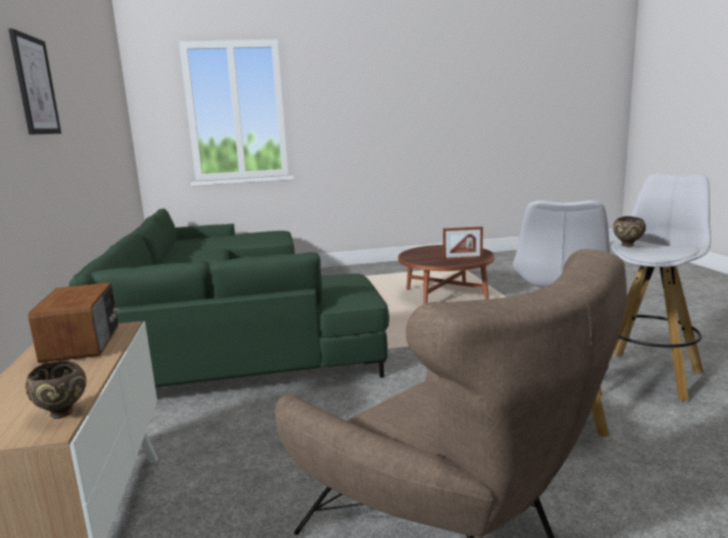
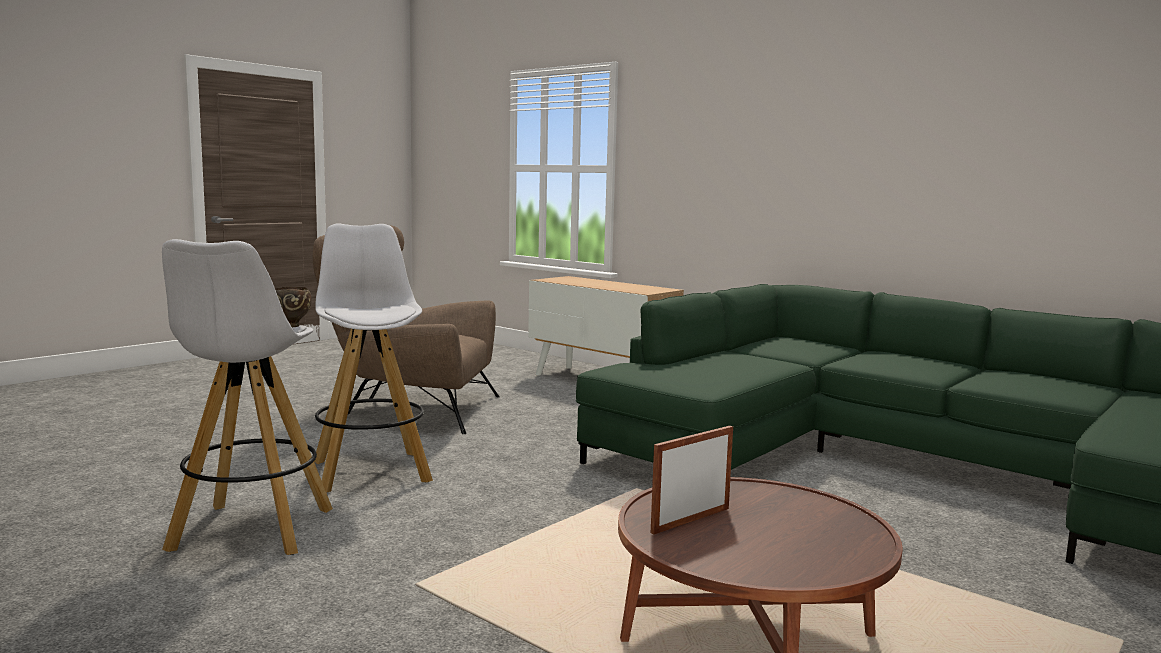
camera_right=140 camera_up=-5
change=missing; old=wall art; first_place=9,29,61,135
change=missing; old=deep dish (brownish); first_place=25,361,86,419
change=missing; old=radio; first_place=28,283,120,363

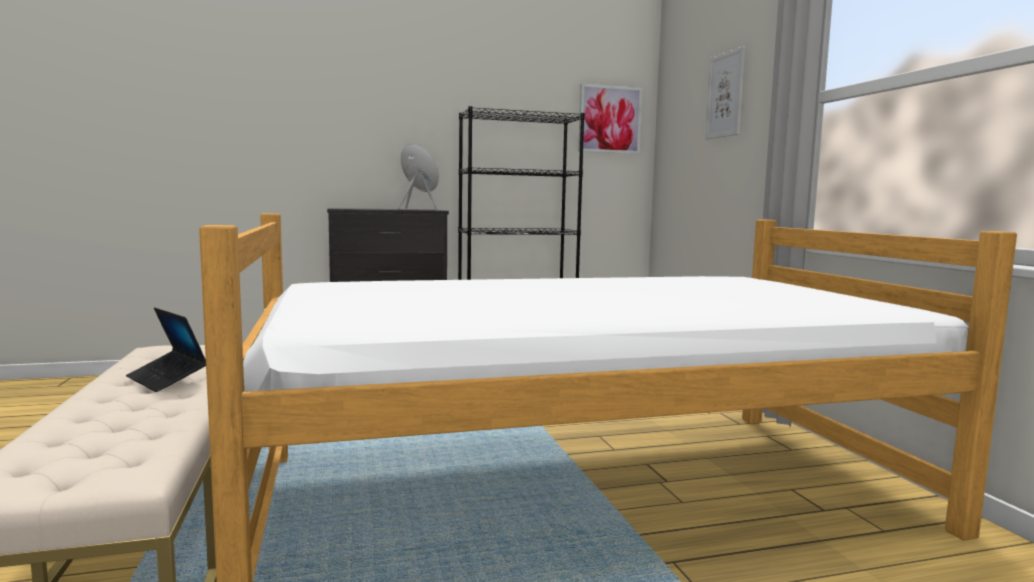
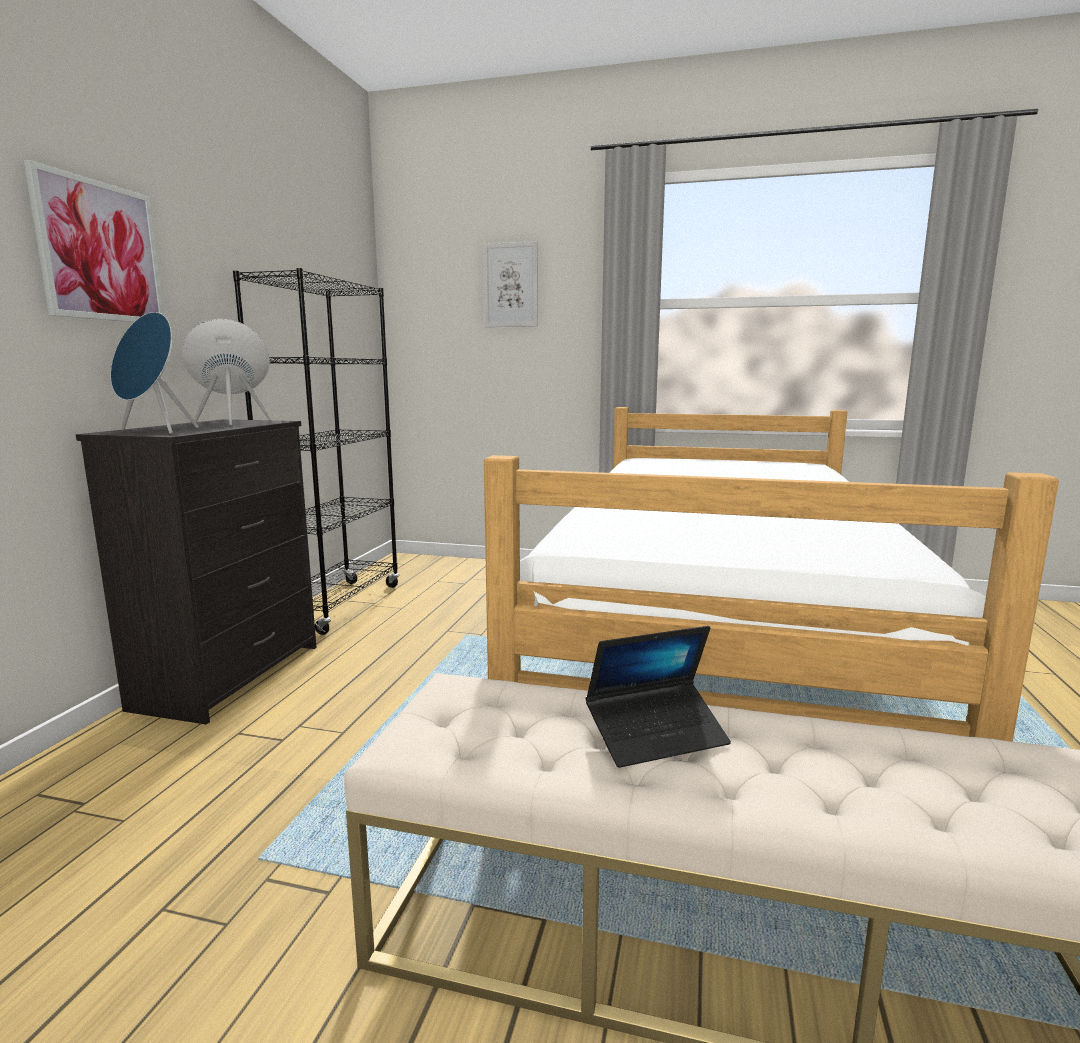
camera_right=-60 camera_up=5
change=relocated; old=wall art; first_place=578,84,643,154; second_place=24,160,164,322
change=appeared; new=audio speaker (blue-coloured); second_place=111,312,199,434

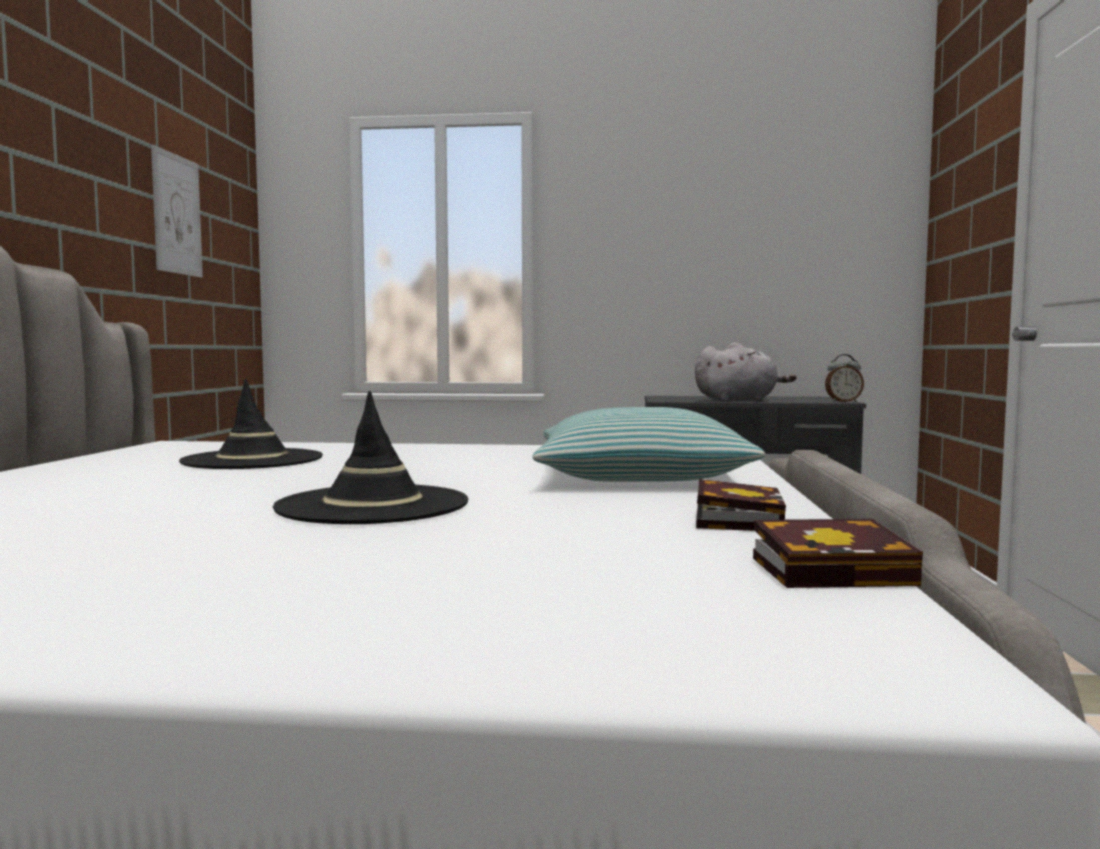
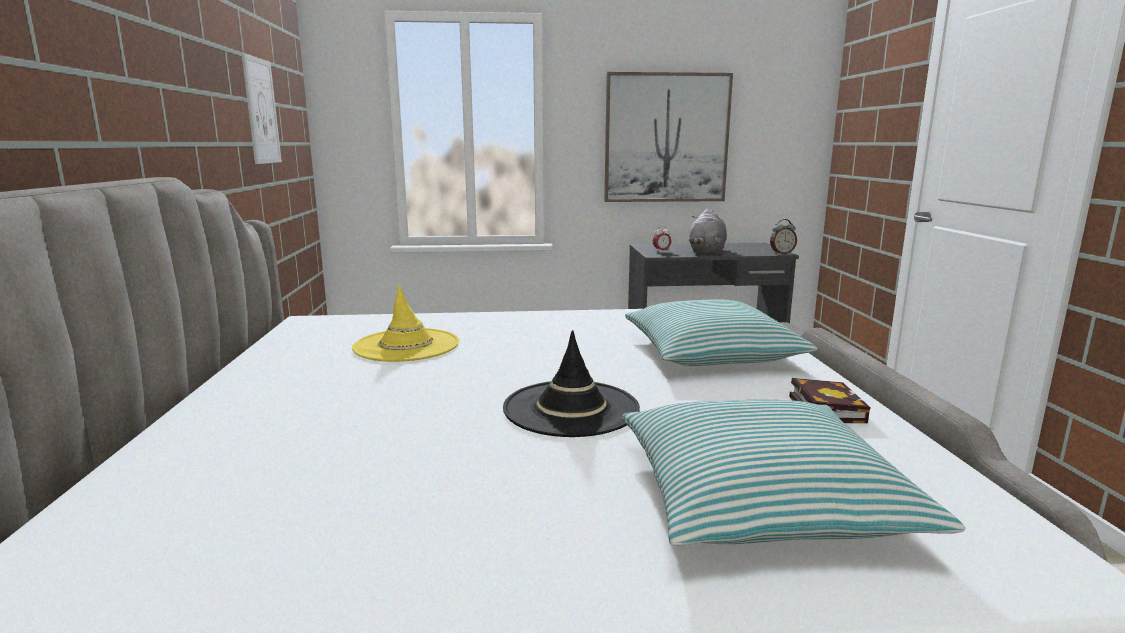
camera_right=-10 camera_up=10
change=colour; old=clothing hat (blackish); new=clothing hat (yellowish); first_place=179,379,323,469; second_place=352,284,459,362
change=appeared; new=wall art; second_place=604,72,733,202
change=appeared; new=throw pillow; second_place=622,400,965,546
change=appeared; new=table clock; second_place=653,226,671,252
change=spun; old=plush toy (greyish); first_place=695,342,797,401; second_place=689,209,727,254; degrees=135
change=missing; old=book; first_place=753,519,923,588

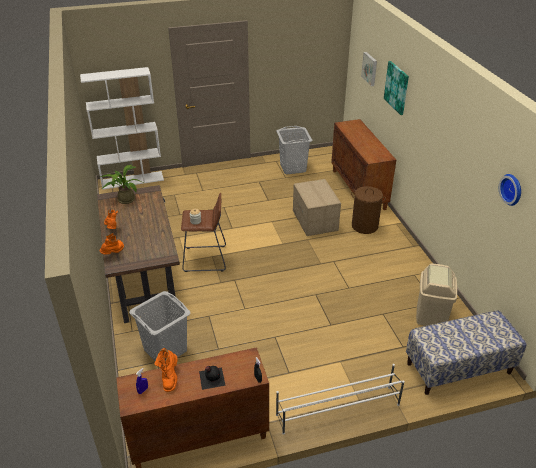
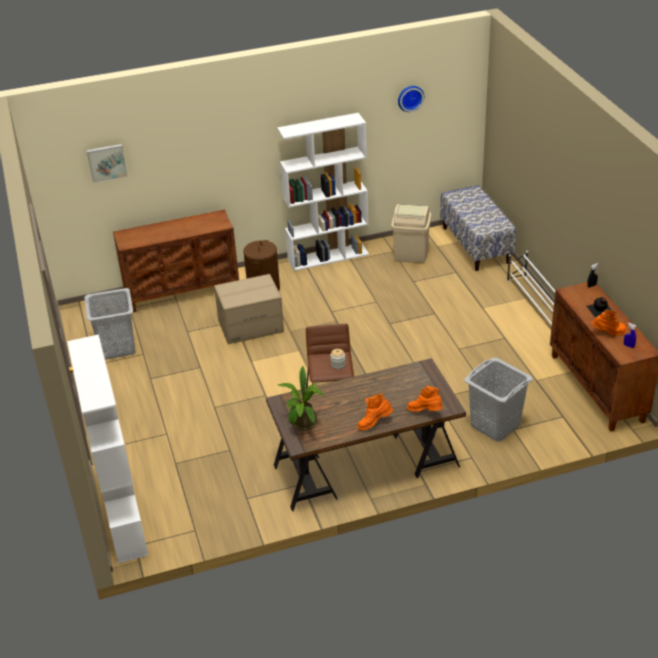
camera_right=-90 camera_up=0
change=appeared; new=shelving unit (white-coloured); second_place=277,113,369,271
change=missing; old=wall art; first_place=384,61,409,115

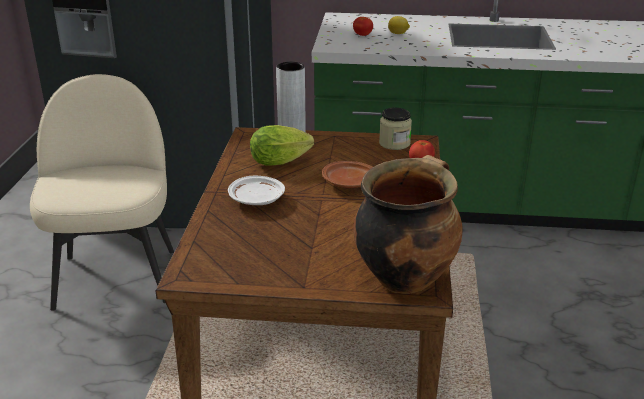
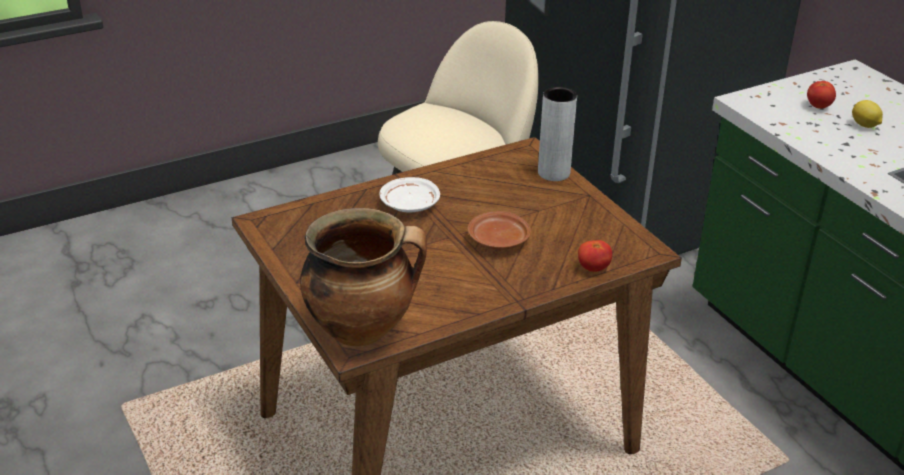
camera_right=55 camera_up=5
change=missing; old=head of lettuce; first_place=250,125,314,166
change=missing; old=storage jar; first_place=379,108,412,150

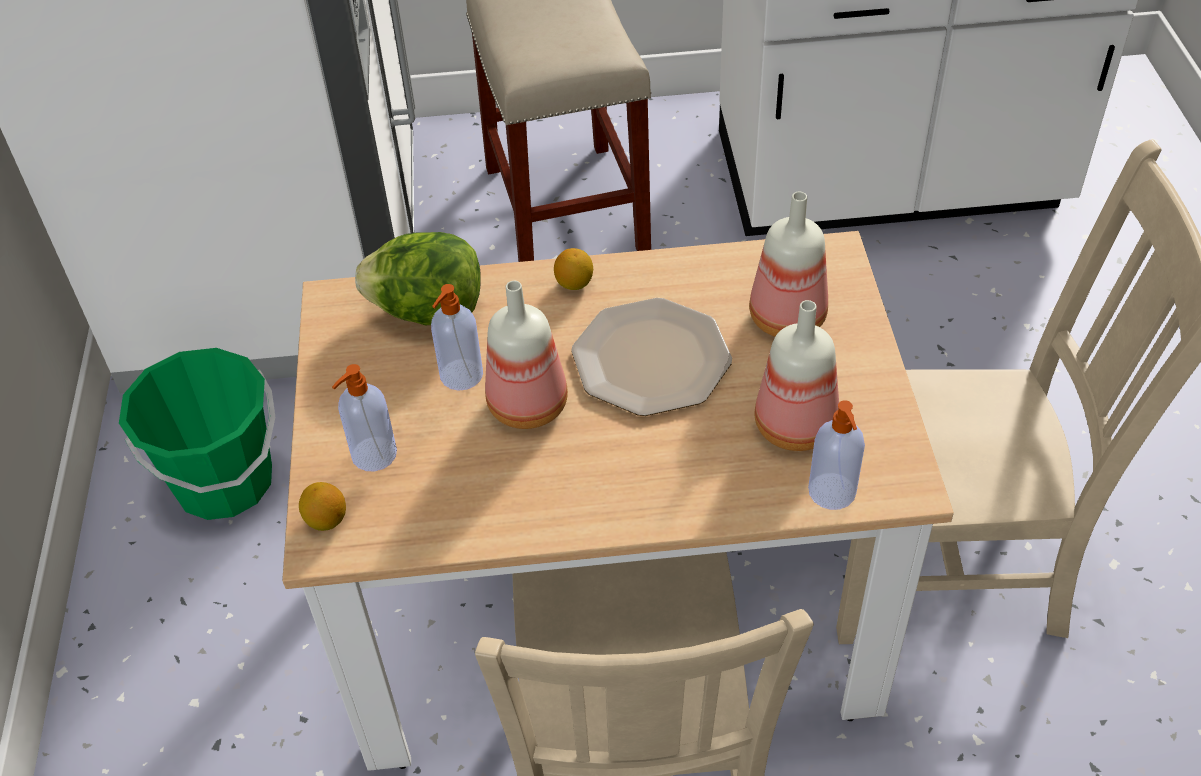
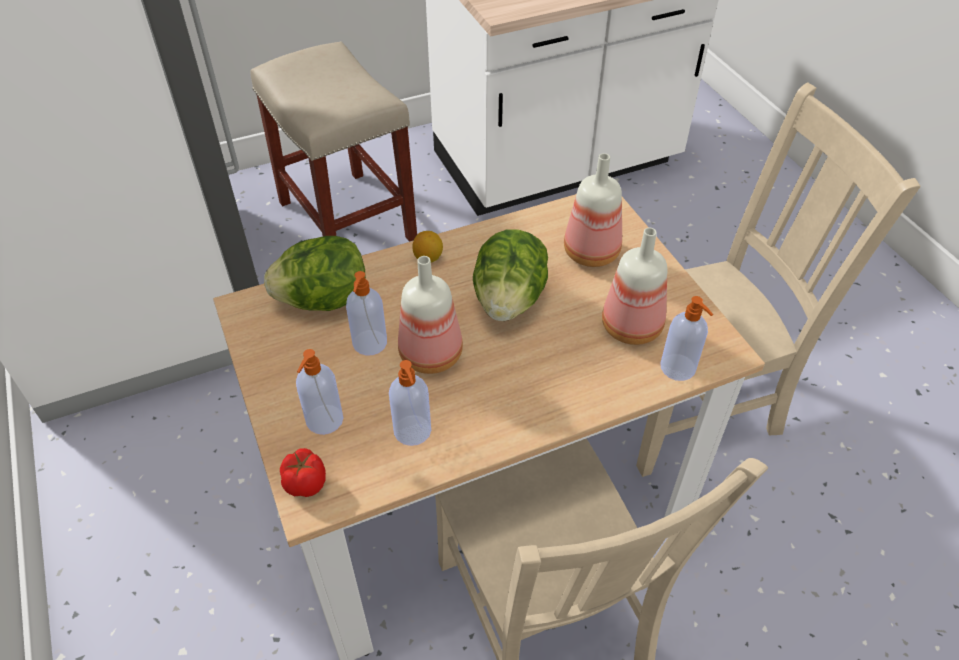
camera_right=-20 camera_up=0
change=exchanged; old=whole lemon; new=fresh tomato; first_place=299,482,346,531; second_place=280,448,326,497
change=appeared; new=liquid soap bottle; second_place=389,360,431,446
change=exchanged; old=plate; new=head of lettuce; first_place=571,298,732,416; second_place=473,230,548,321
change=missing; old=water bucket (green-coloured); first_place=119,348,275,520

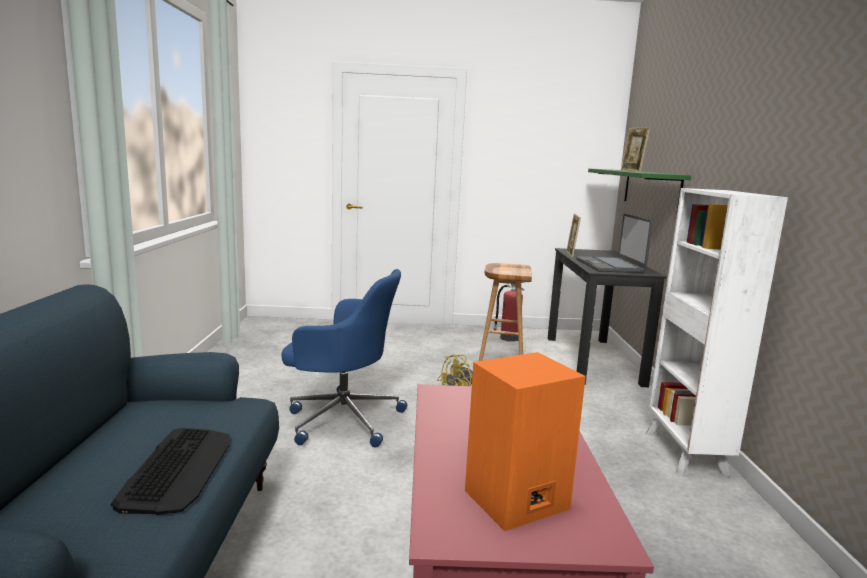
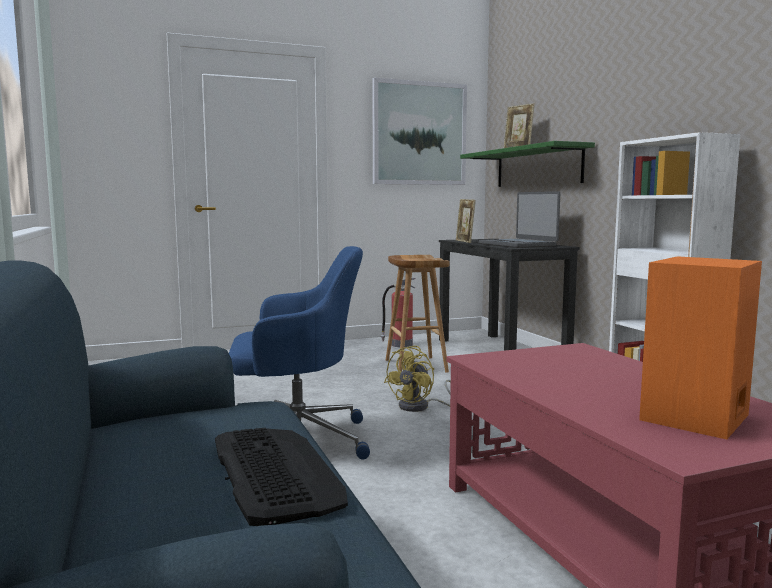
camera_right=-20 camera_up=-5
change=appeared; new=wall art; second_place=372,78,467,185

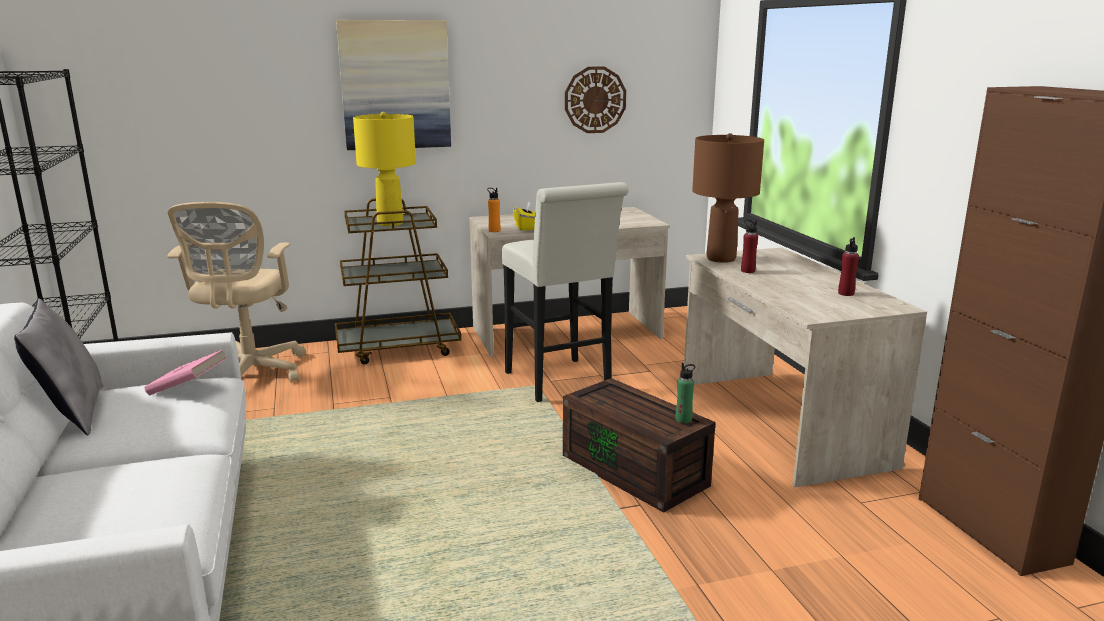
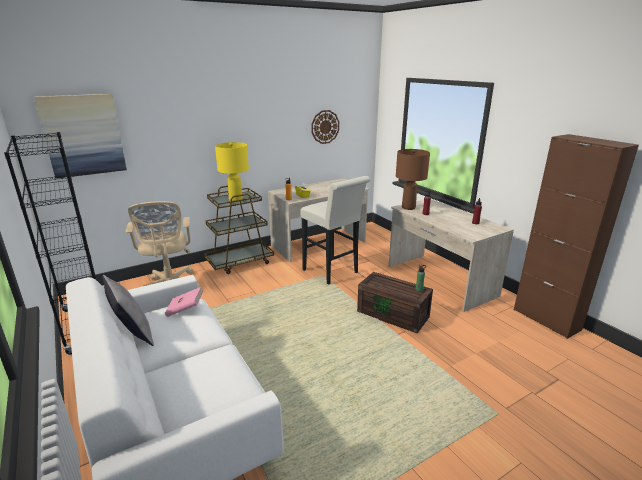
camera_right=-15 camera_up=5
change=relocated; old=wall art; first_place=336,20,451,150; second_place=34,94,127,178

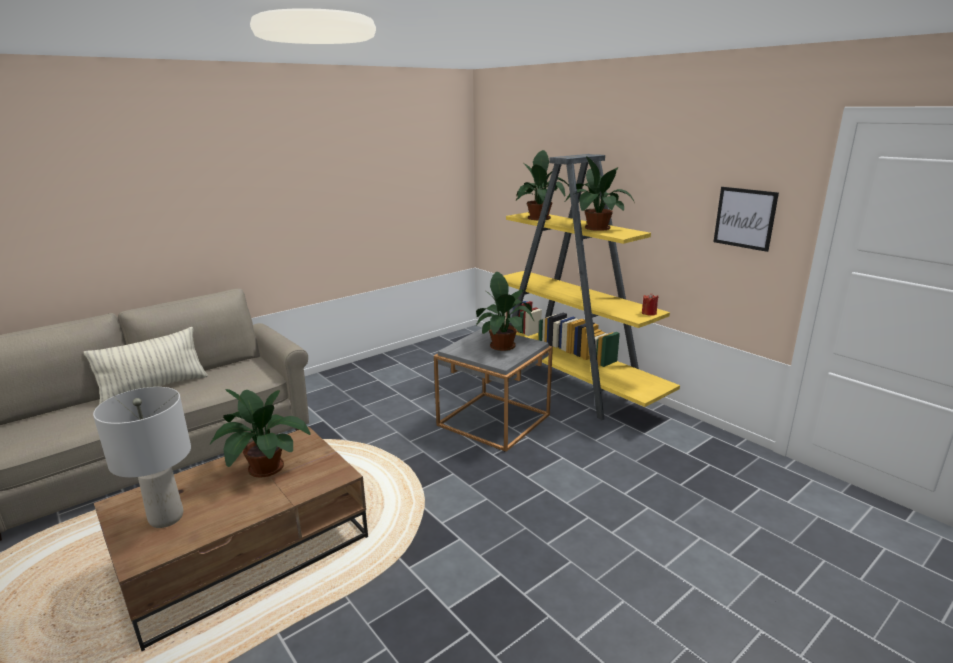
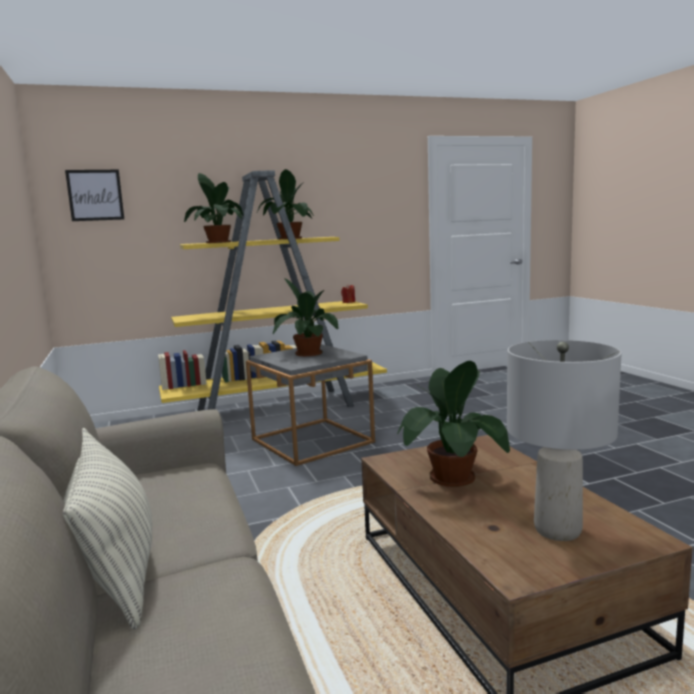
camera_right=-70 camera_up=-10
change=relocated; old=wall art; first_place=713,187,779,252; second_place=65,170,124,221

